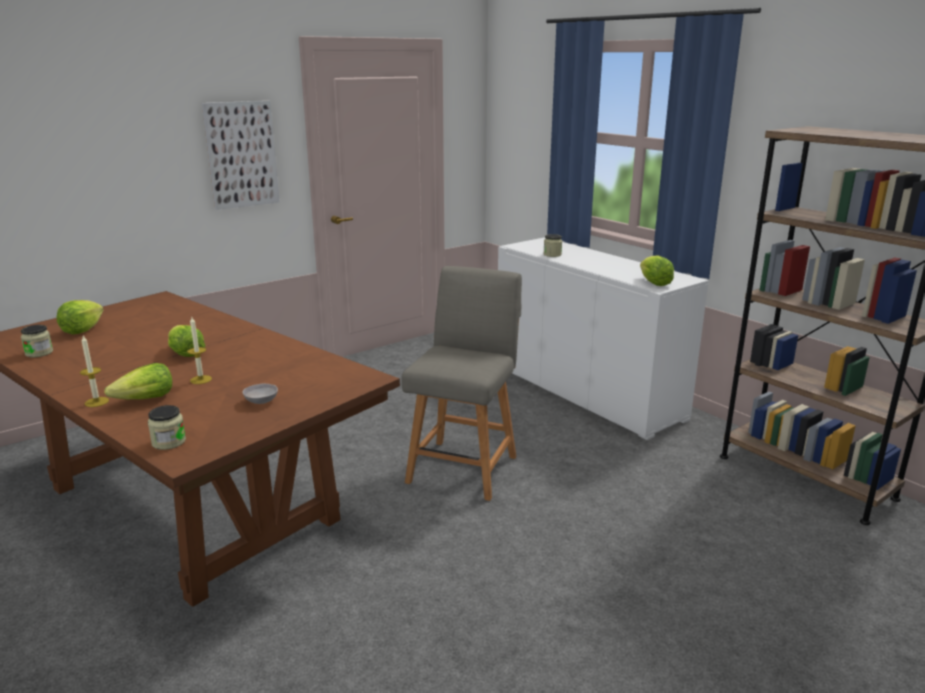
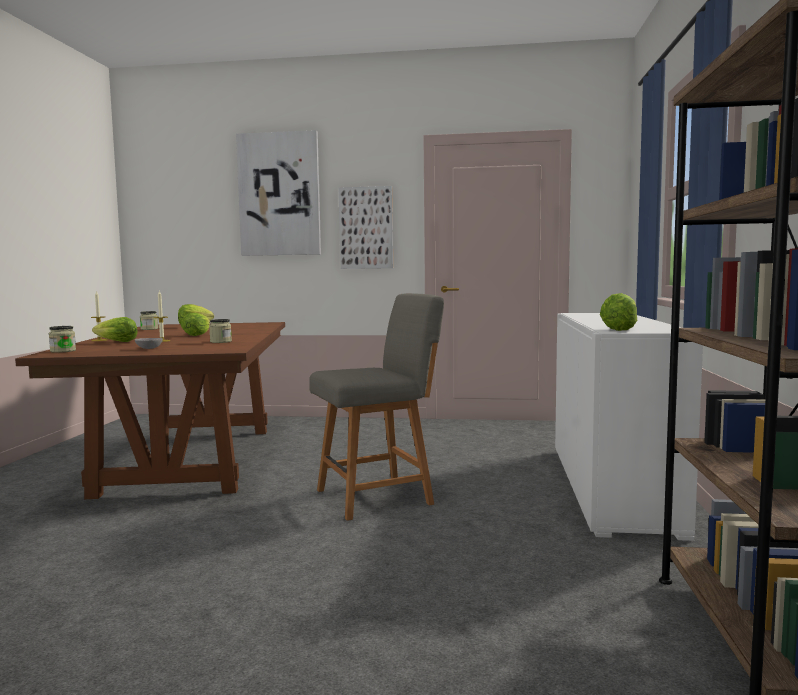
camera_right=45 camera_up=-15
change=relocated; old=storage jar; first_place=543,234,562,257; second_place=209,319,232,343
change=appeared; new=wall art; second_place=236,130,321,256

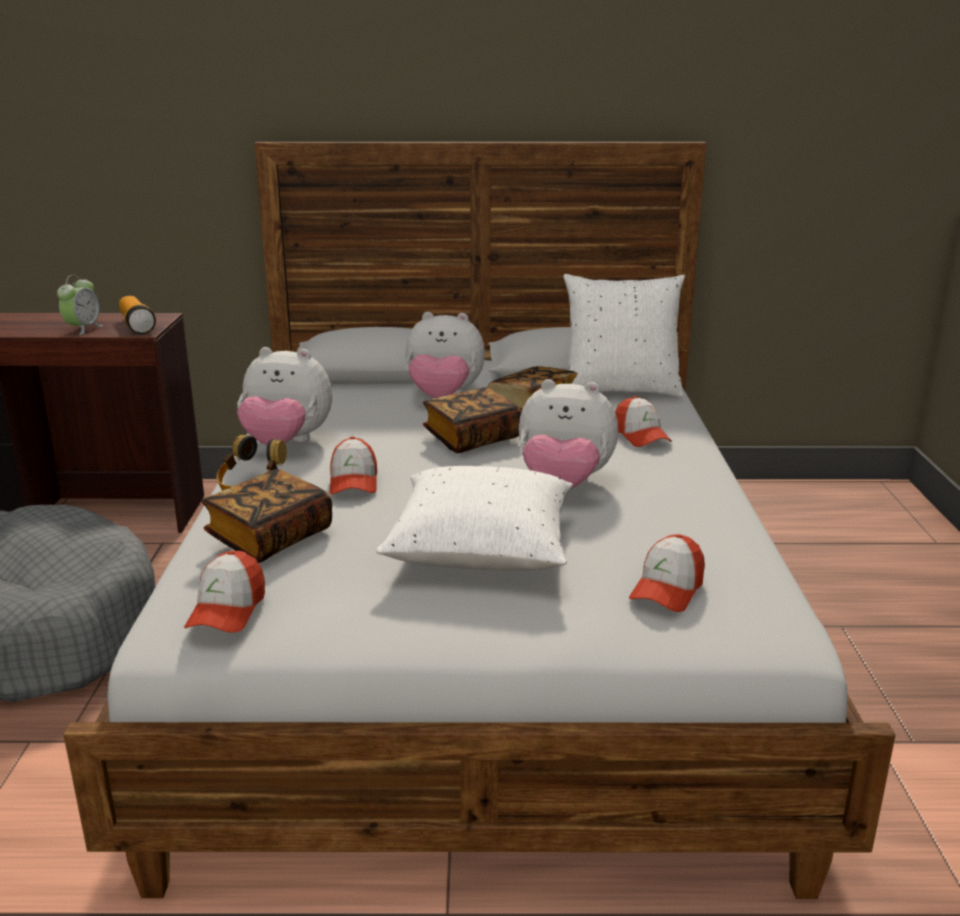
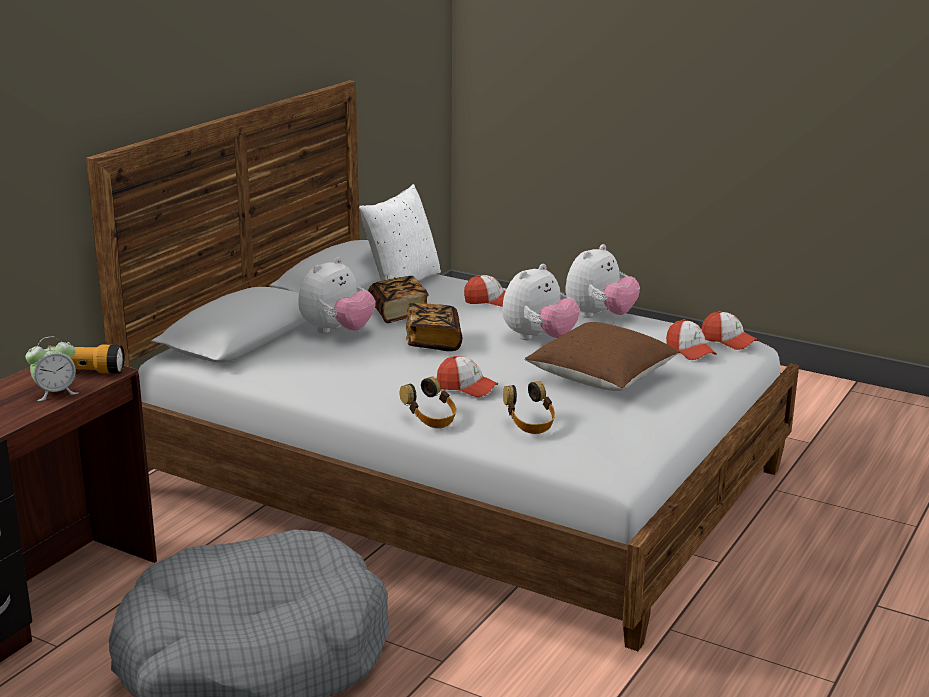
camera_right=-60 camera_up=0
change=spun; old=table clock; first_place=57,275,103,335; second_place=26,337,78,401; degrees=105
change=exchanged; old=book; new=headphones; first_place=201,469,332,563; second_place=503,381,555,434
change=colour; old=throw pillow (white-coloured); new=throw pillow (brownish); first_place=376,466,573,571; second_place=525,322,680,391
change=relocated; old=plush toy; first_place=237,347,332,446; second_place=565,244,640,318
change=relocated; old=peaked cap; first_place=184,551,265,633; second_place=701,311,758,350

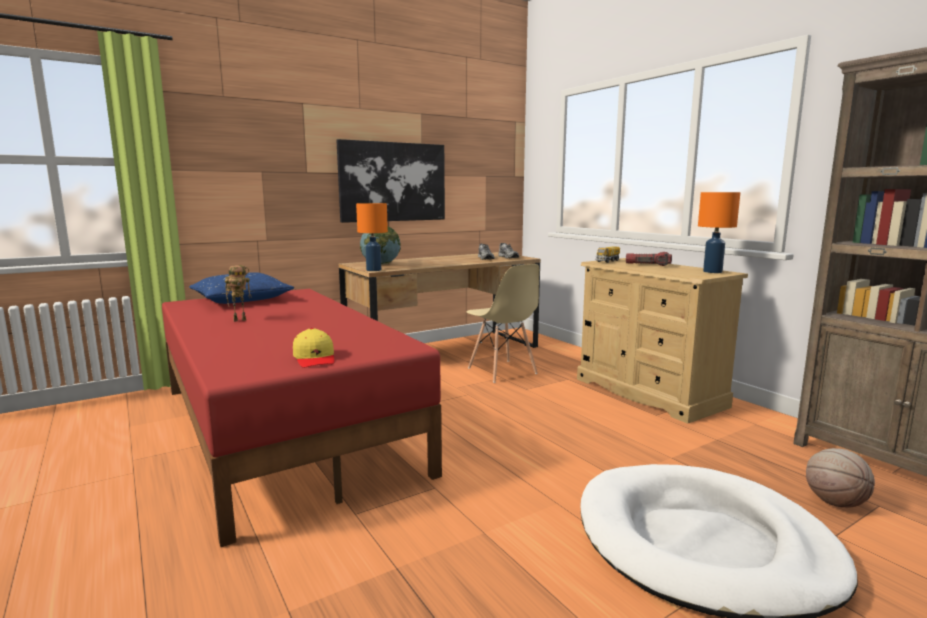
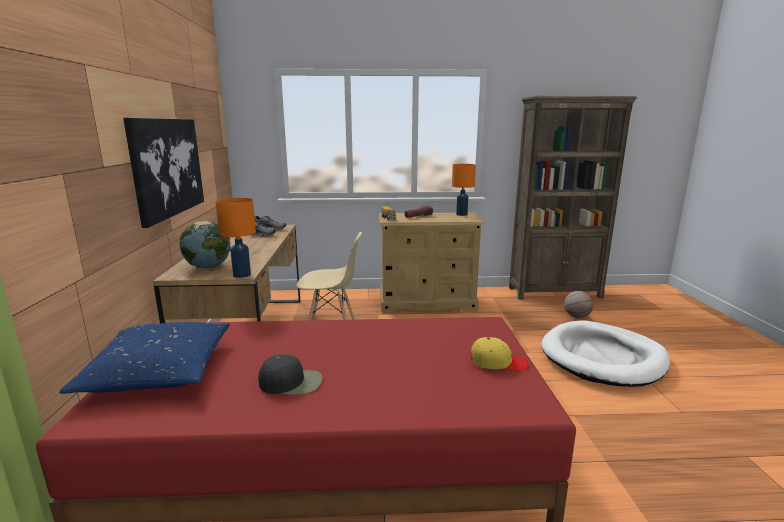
camera_right=-60 camera_up=5
change=exchanged; old=toy robot; new=peaked cap (blackish); first_place=225,265,252,322; second_place=258,354,323,395

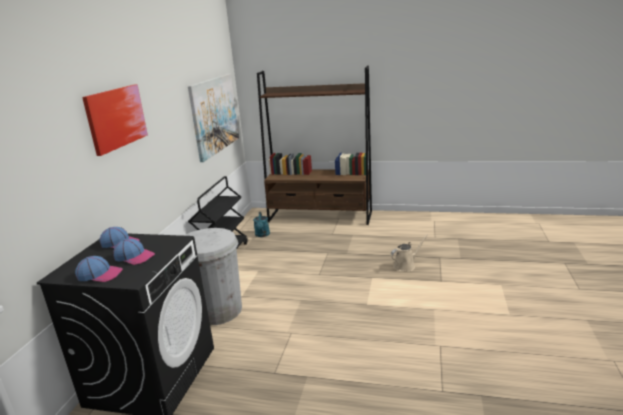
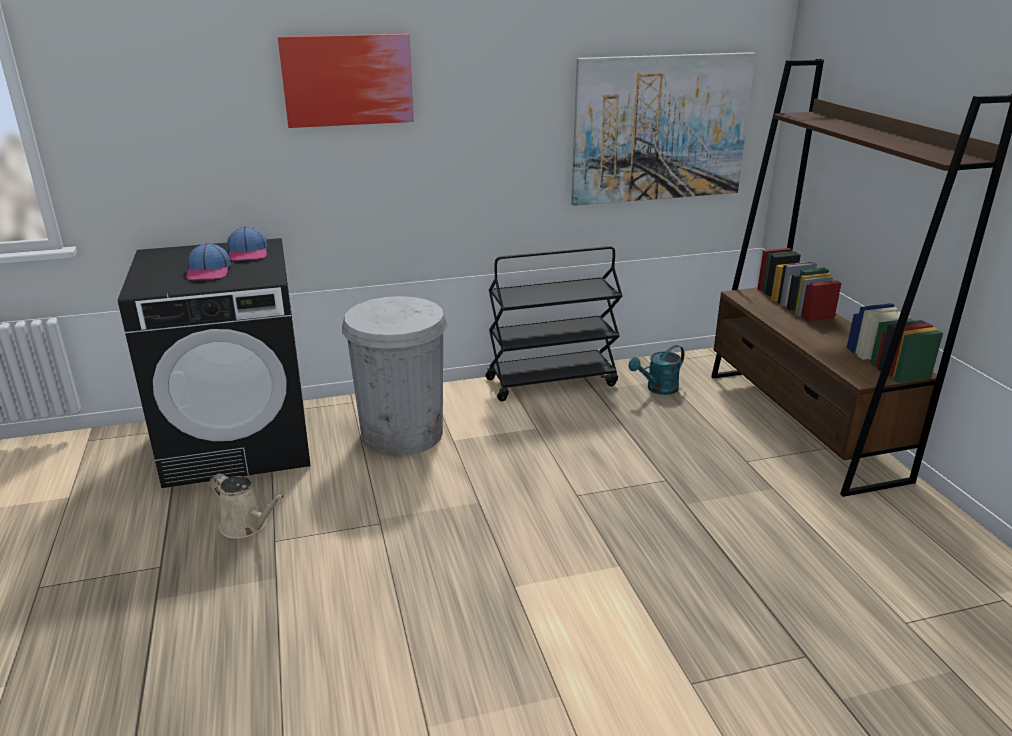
camera_right=60 camera_up=5
change=relocated; old=watering pot (sand-coloured); first_place=390,234,428,272; second_place=210,473,284,539
change=missing; old=peaked cap; first_place=75,256,123,282

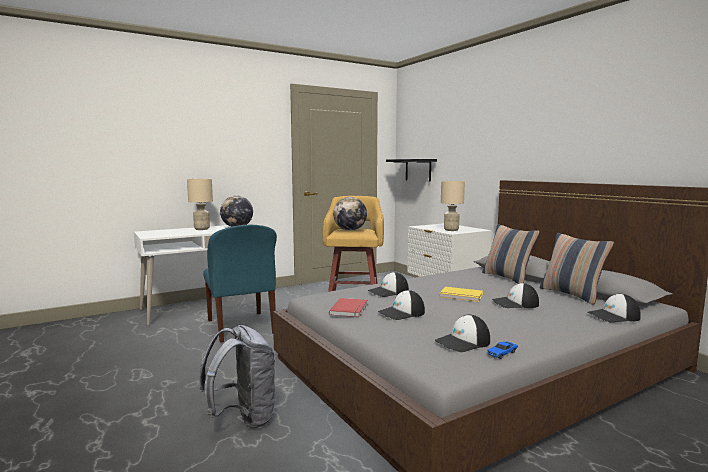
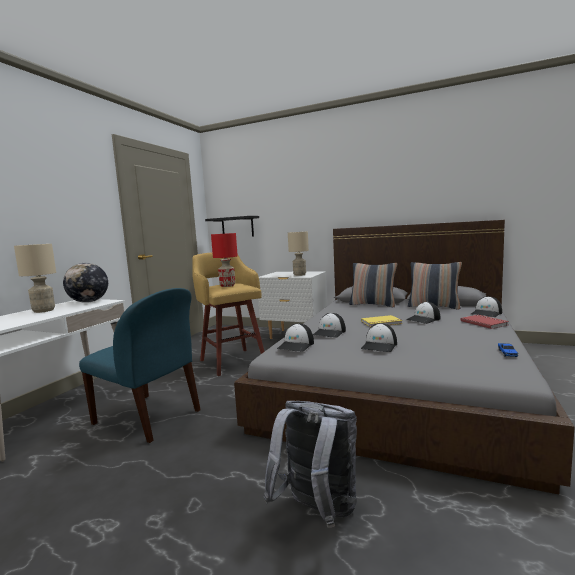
camera_right=-35 camera_up=0
change=exchanged; old=world globe; new=lamp for a table (red); first_place=333,197,367,231; second_place=211,233,238,287
change=relocated; old=peaked cap; first_place=435,314,490,352; second_place=277,323,314,351
change=relocated; old=book (red); first_place=329,298,367,317; second_place=461,315,509,329

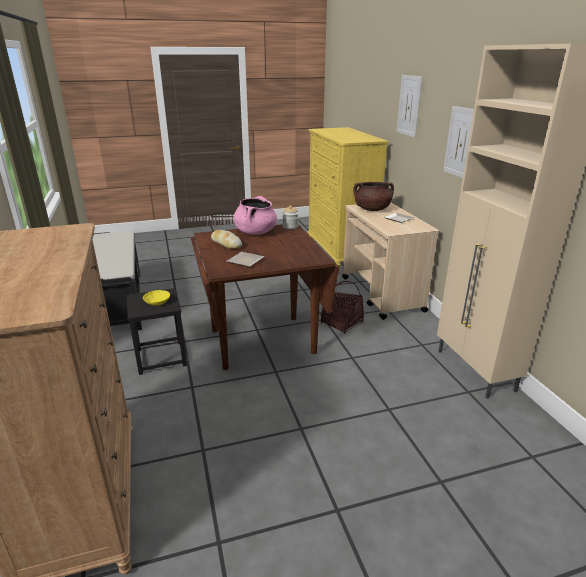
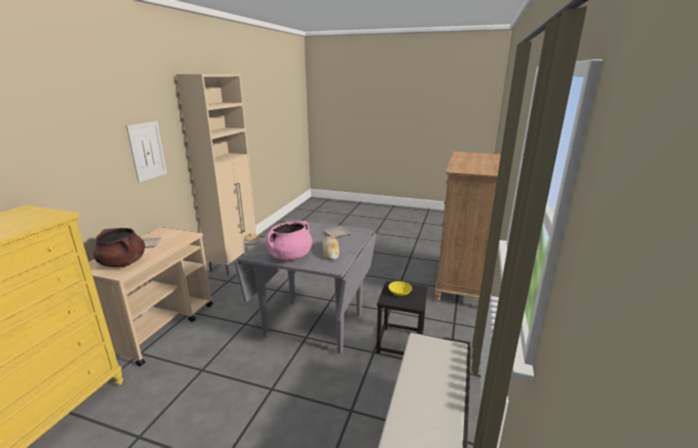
camera_right=-145 camera_up=-5
change=colour; old=kitchen table (brownish); new=kitchen table (greyish); first_place=191,224,339,370; second_place=234,219,377,354
change=missing; old=storage basket; first_place=321,281,364,334
change=missing; old=wall art; first_place=397,75,423,138

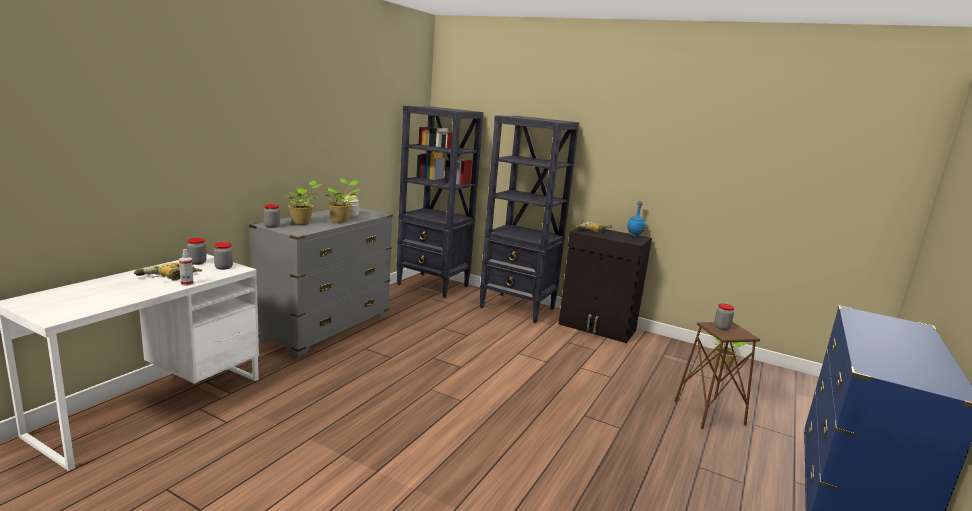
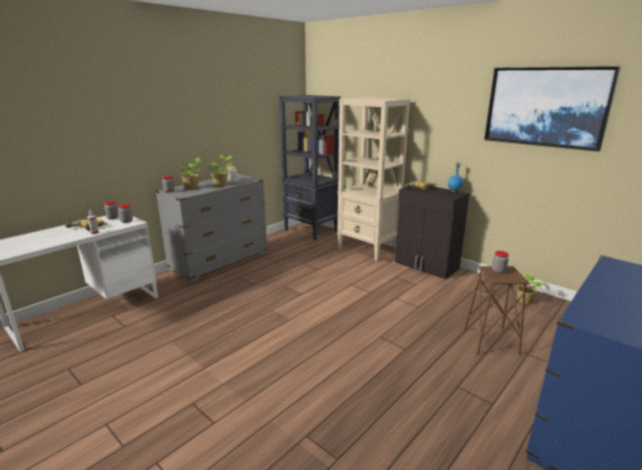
camera_right=15 camera_up=5
change=colour; old=shelving unit (blackish); new=shelving unit (sand-coloured); first_place=479,116,579,323; second_place=337,97,410,261
change=appeared; new=wall art; second_place=484,66,621,152

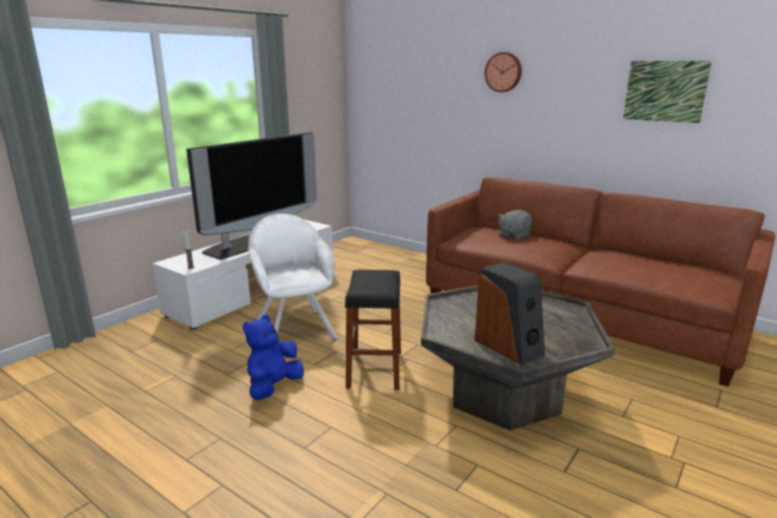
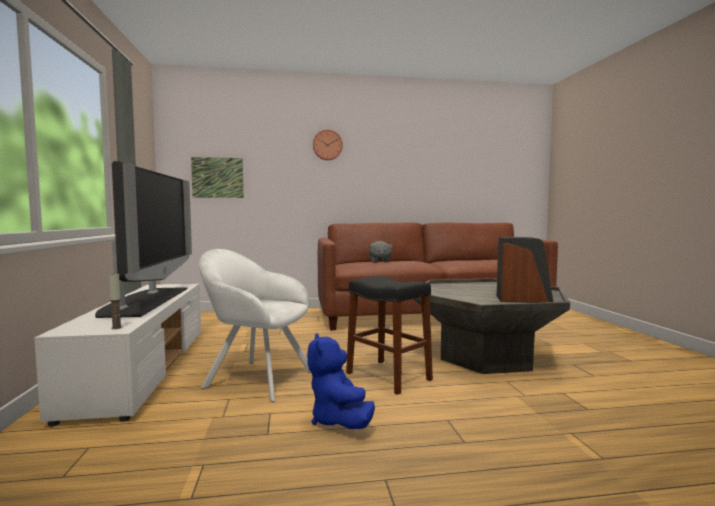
camera_right=-45 camera_up=-15
change=relocated; old=wall art; first_place=623,61,712,123; second_place=191,157,244,198

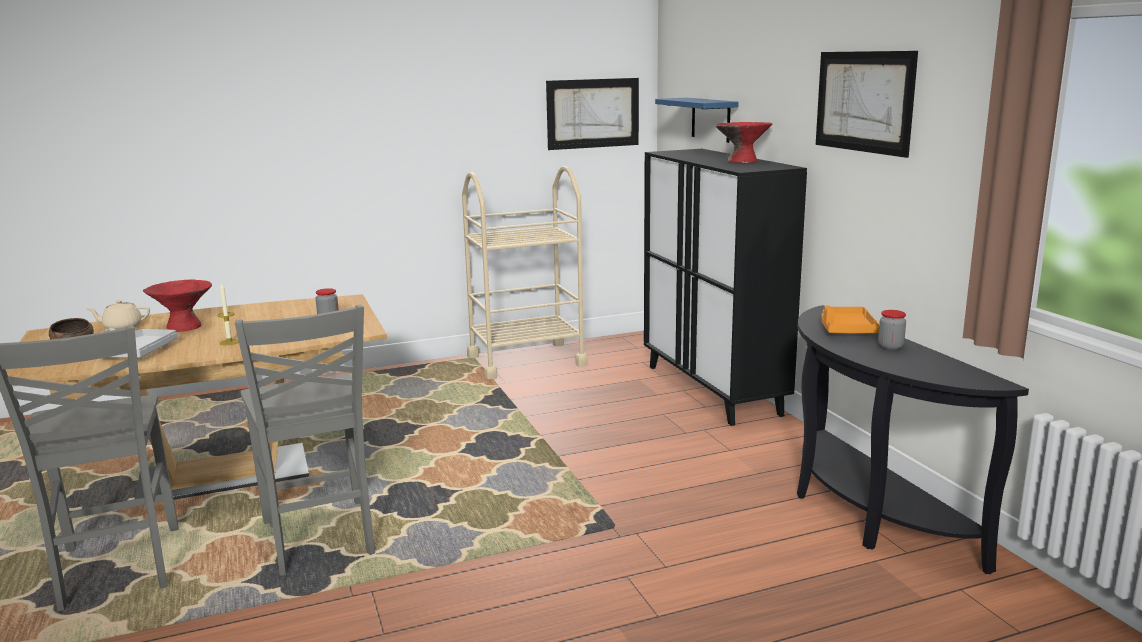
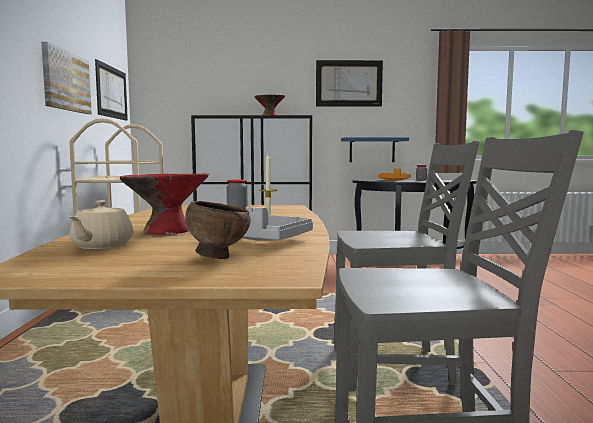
camera_right=-70 camera_up=-10
change=appeared; new=wall art; second_place=41,42,92,114
change=relocated; old=bracket shelf (blue-coloured); first_place=655,98,739,143; second_place=341,137,409,162

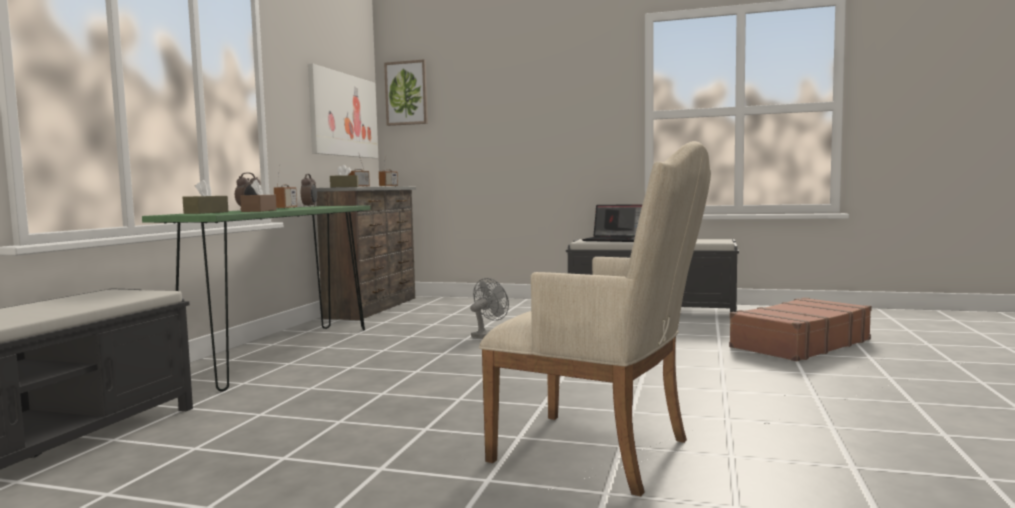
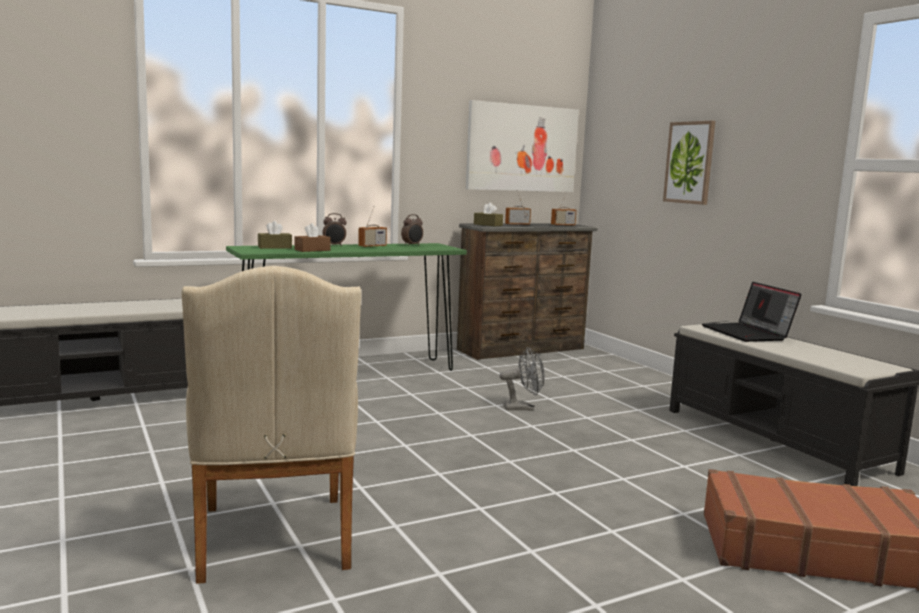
camera_right=45 camera_up=5
change=relocated; old=wall art; first_place=384,59,428,126; second_place=663,121,715,205

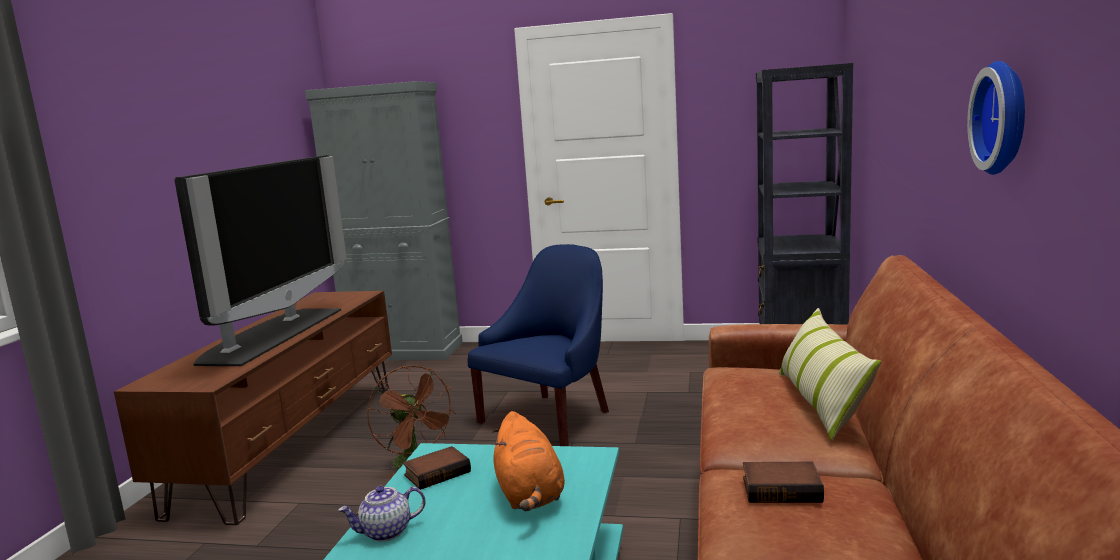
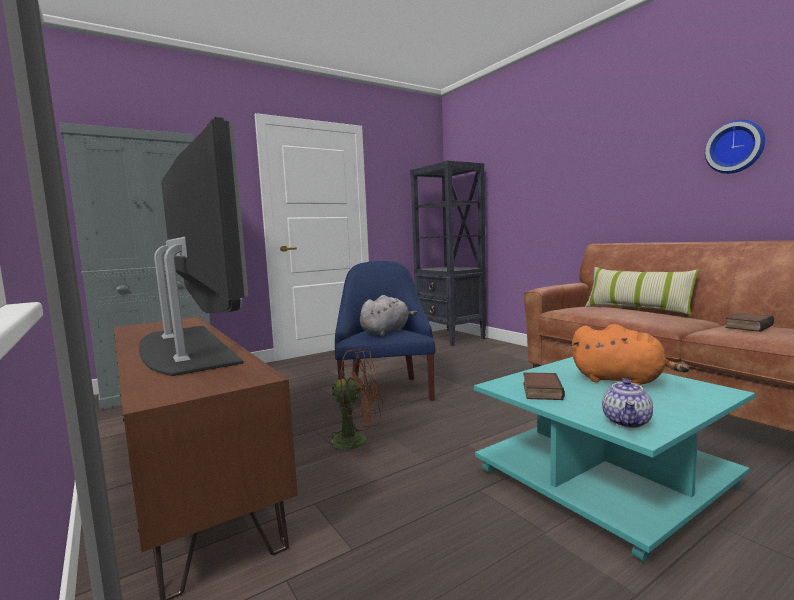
camera_right=-45 camera_up=-5
change=appeared; new=plush toy (greyish); second_place=360,295,417,336

